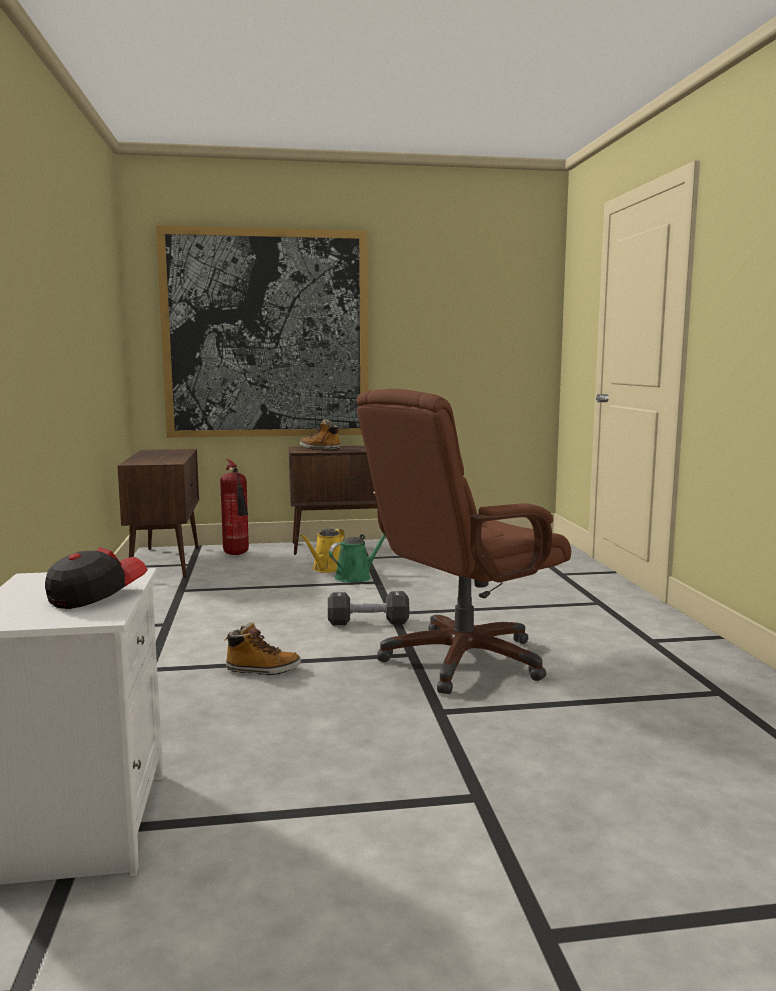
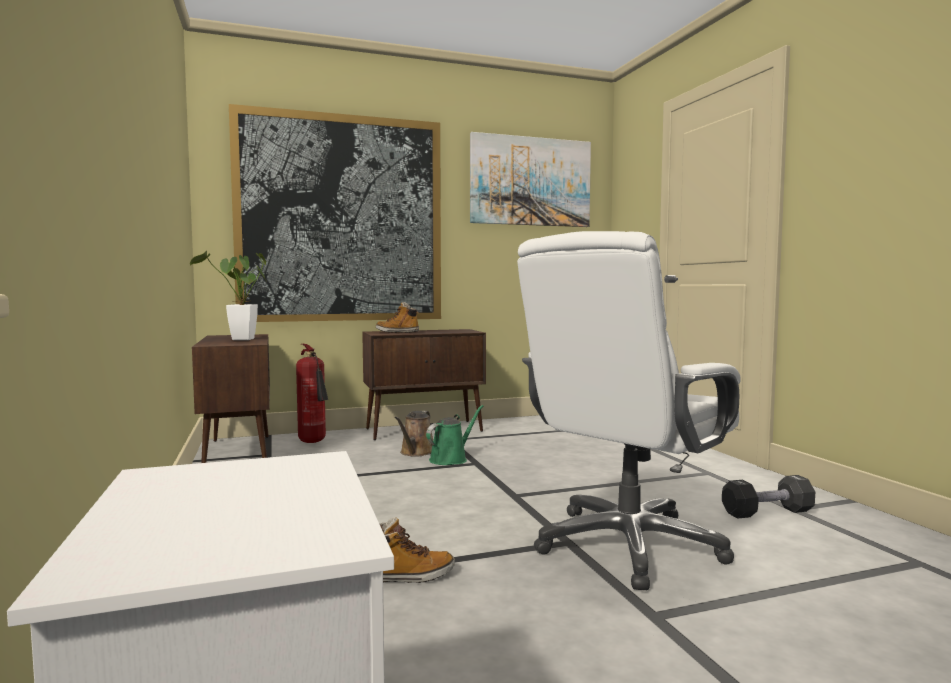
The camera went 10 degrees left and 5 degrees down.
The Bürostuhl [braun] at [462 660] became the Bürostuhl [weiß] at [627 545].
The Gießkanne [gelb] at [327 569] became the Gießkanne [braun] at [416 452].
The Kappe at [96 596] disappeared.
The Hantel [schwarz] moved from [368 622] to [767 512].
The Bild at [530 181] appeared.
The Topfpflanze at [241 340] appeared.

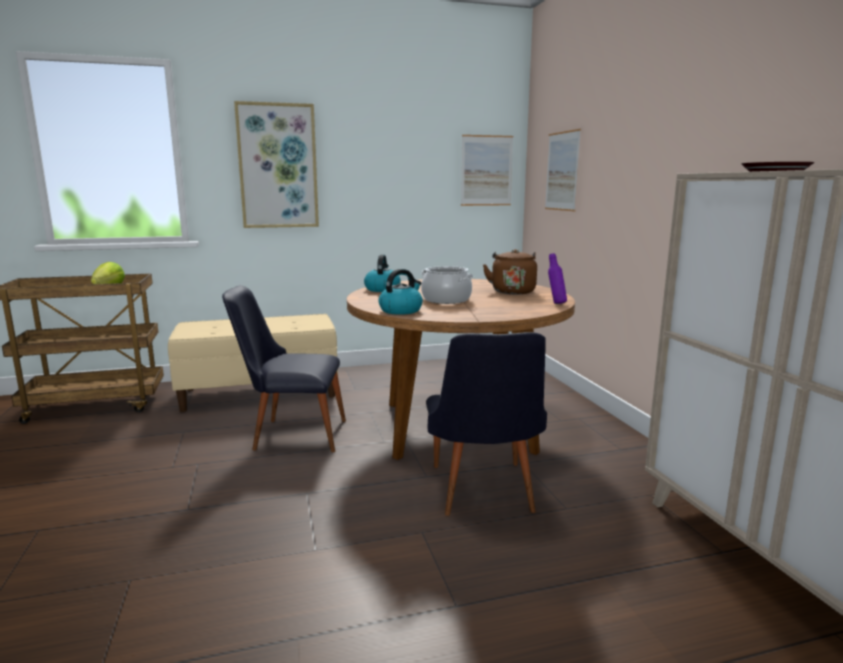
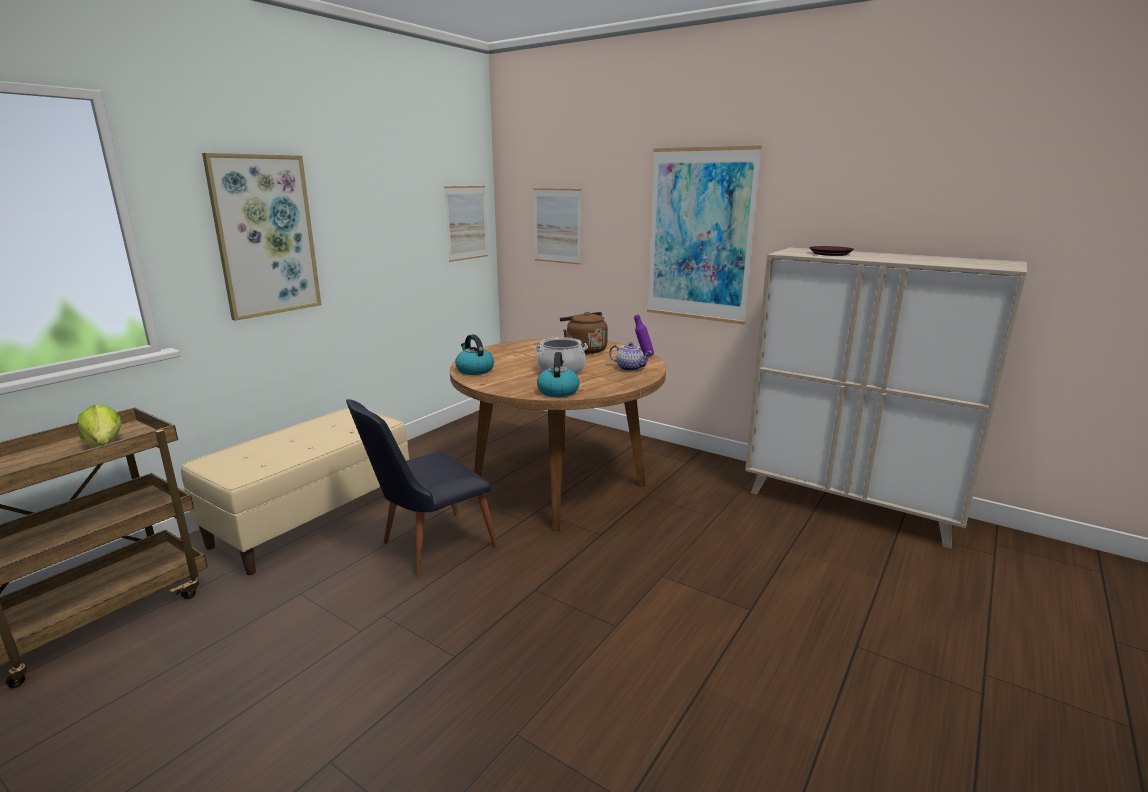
The camera went 40 degrees left and 5 degrees up.
The Stuhl [schwarz] at [482 494] disappeared.
The Bild at [700 236] appeared.
The Teekanne at [630 368] appeared.

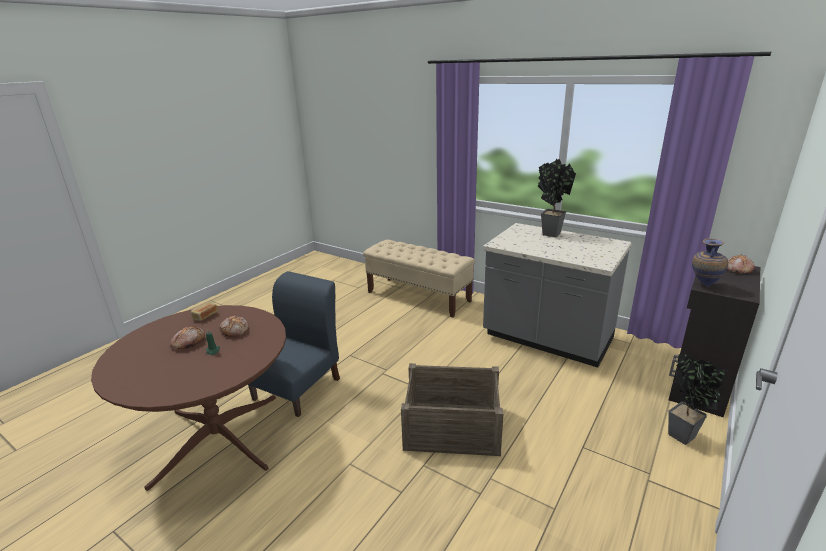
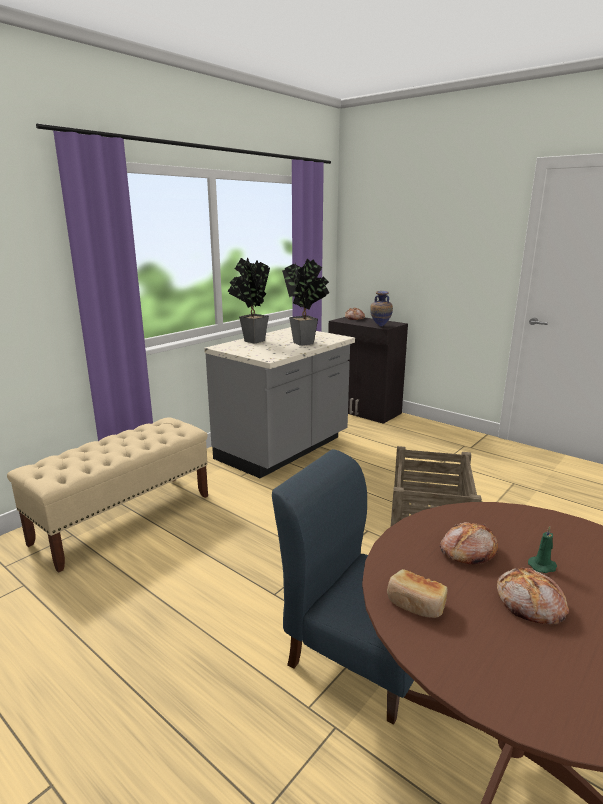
The camera went 85 degrees left and 5 degrees down.
The Topfpflanze moved from [683 439] to [307 343].

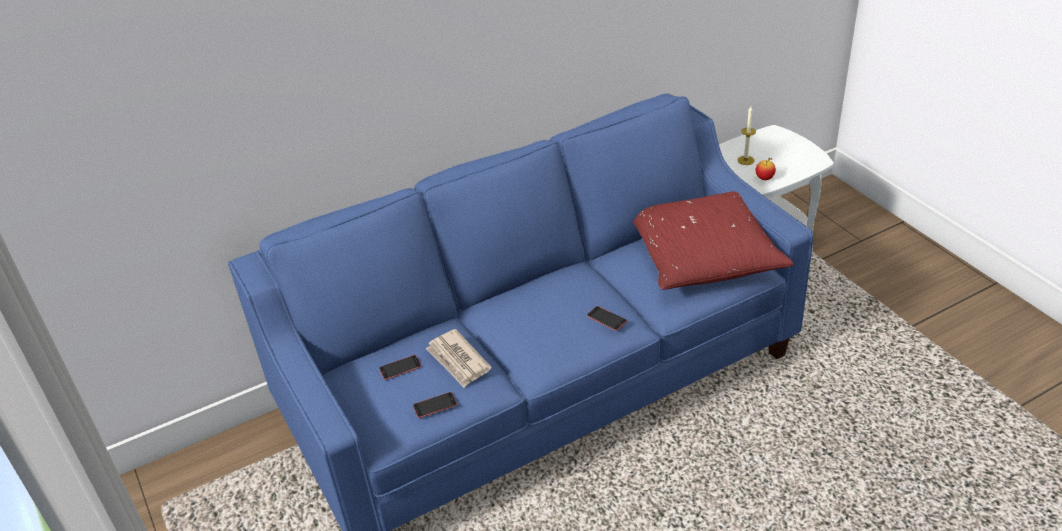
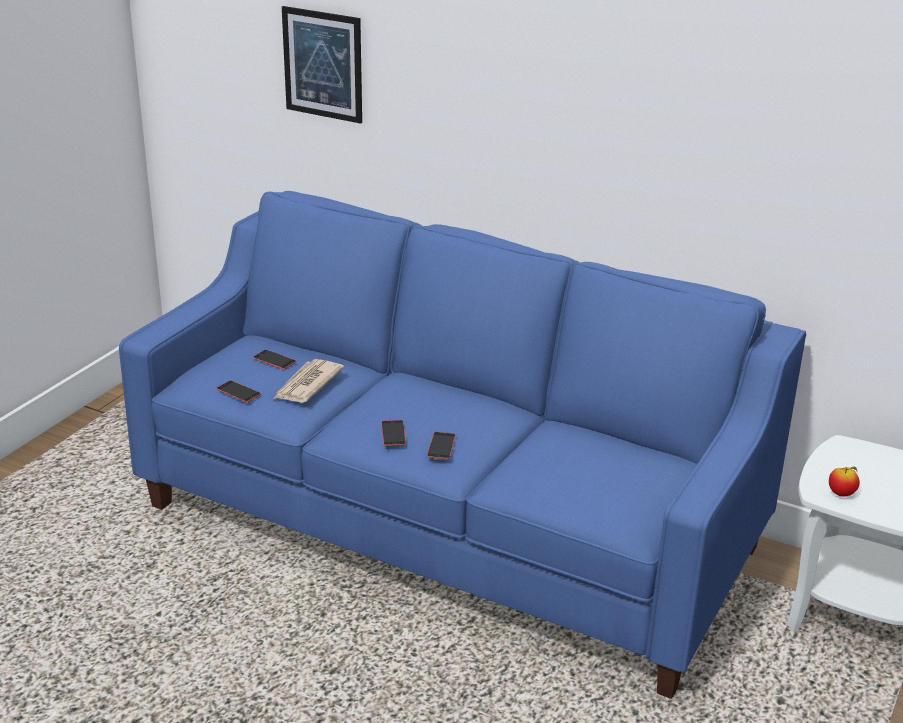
The camera went 55 degrees right and 10 degrees down.
The Kerze at [746 160] disappeared.
The Kissen [rot] at [703 255] disappeared.
The Bild at [322 64] appeared.
The Handy at [393 433] appeared.

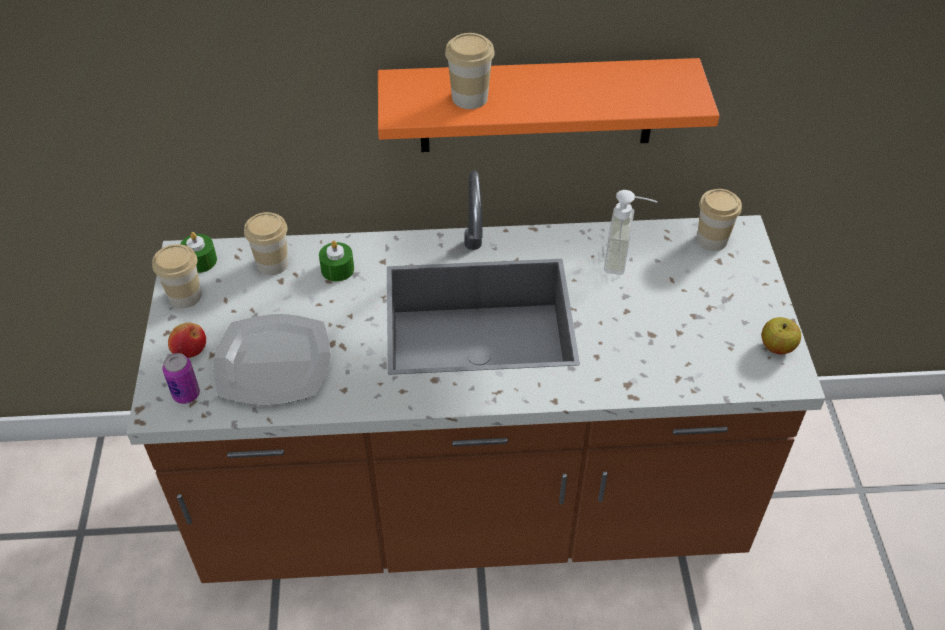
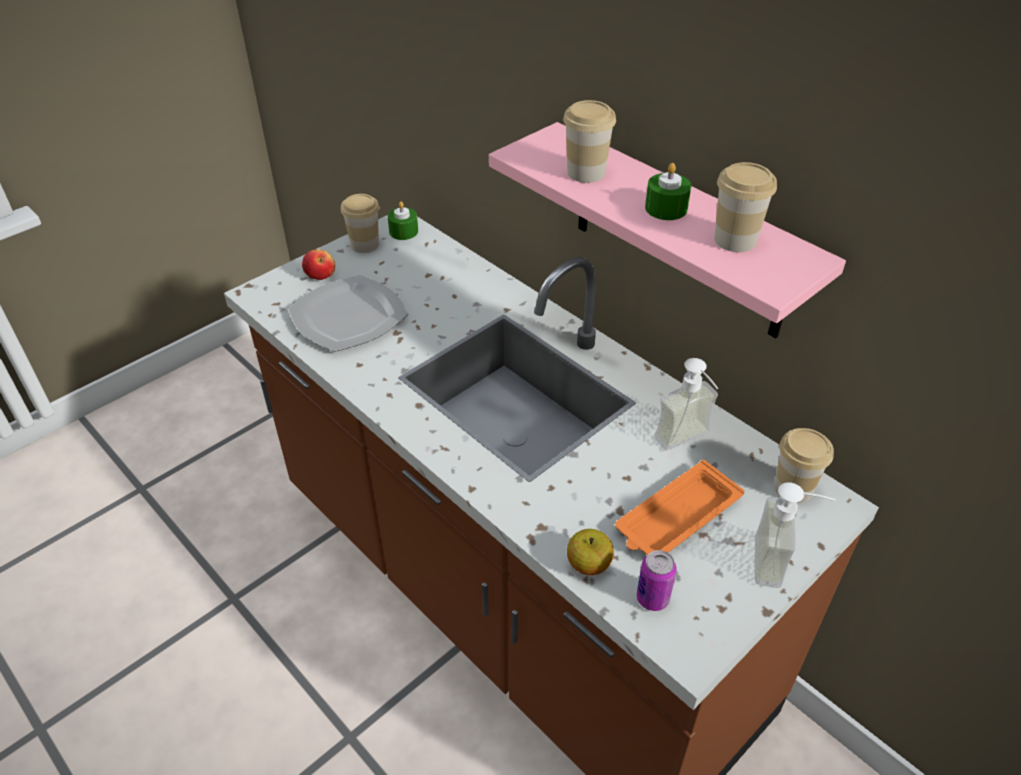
The camera went 50 degrees right and 5 degrees down.
The Wandregal [orange] at [537 105] became the Wandregal [rosa] at [679 232].
The Tasse moved from [272 264] to [735 240].
The Kerze [grün] moved from [337 269] to [666 208].
The Apfel moved from [777 347] to [588 564].
The Dose moved from [186 394] to [652 598].
The Tablett [orange] at [676 517] appeared.
The Seifenspender at [781 563] appeared.

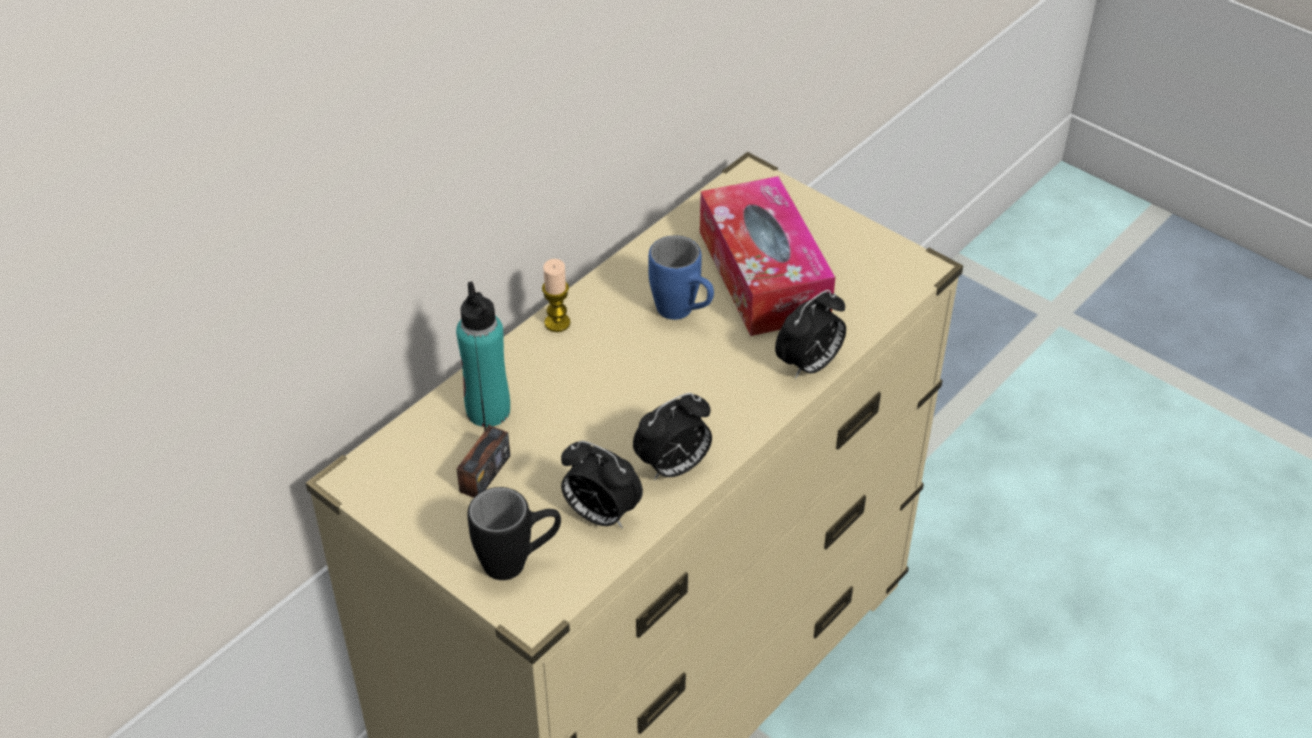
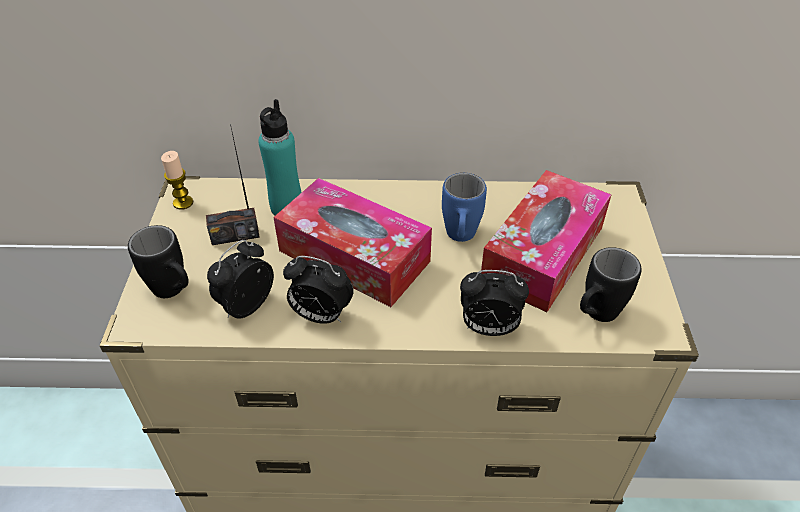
The camera went 50 degrees right and 0 degrees up.
The Kerze moved from [557 323] to [183 203].
The Wecker at [600 515] turned 45 degrees clockwise.
The Taschentuchbox at [354 256] appeared.
The Henkelbecher [schwarz] at [595 316] appeared.

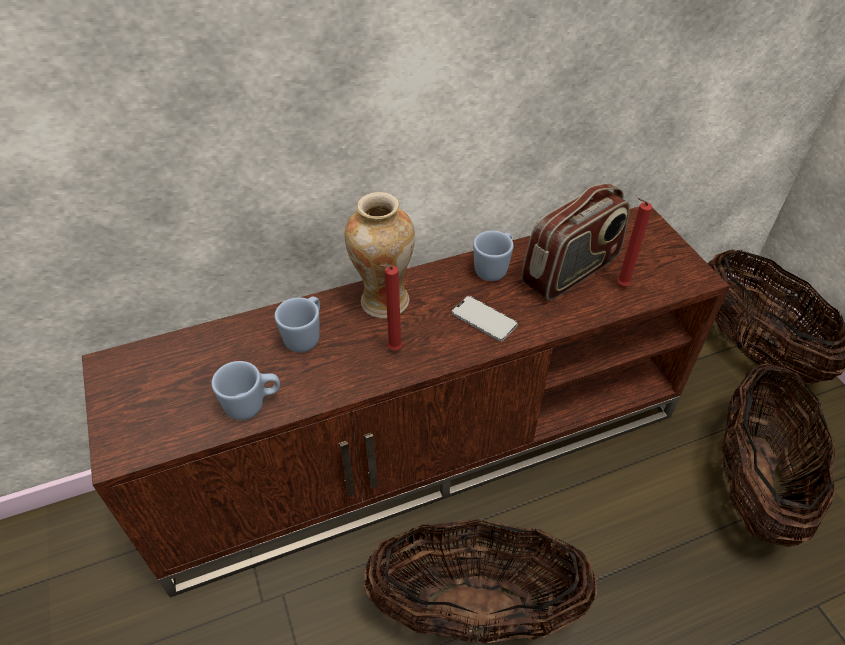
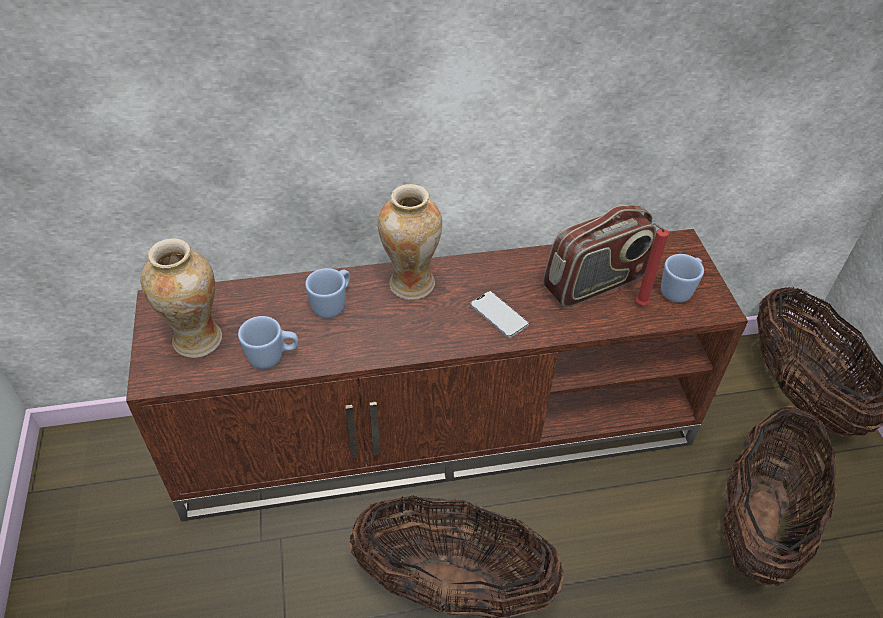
The camera went 10 degrees right and 0 degrees up.
The Henkelbecher [blau] moved from [494 268] to [679 290].
The Kerze [rot] at [392 350] disappeared.
The Vase at [197 340] appeared.

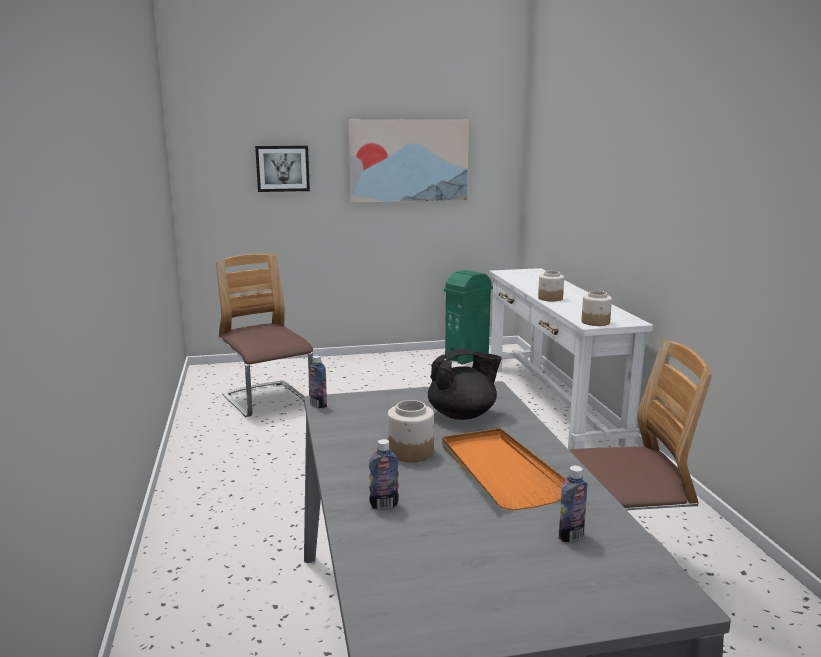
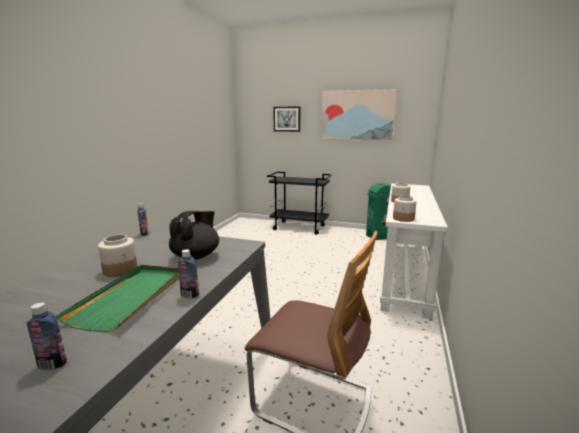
The camera went 30 degrees right and 0 degrees up.
The Stuhl at [267 401] disappeared.
The Teekanne [schwarz] at [463 415] turned 75 degrees counterclockwise.
The Tablett [orange] at [500 471] became the Tablett [grün] at [131 297].
The Flasche moved from [384 505] to [190 295].
The Rollwagen [schwarz] at [299 228] appeared.

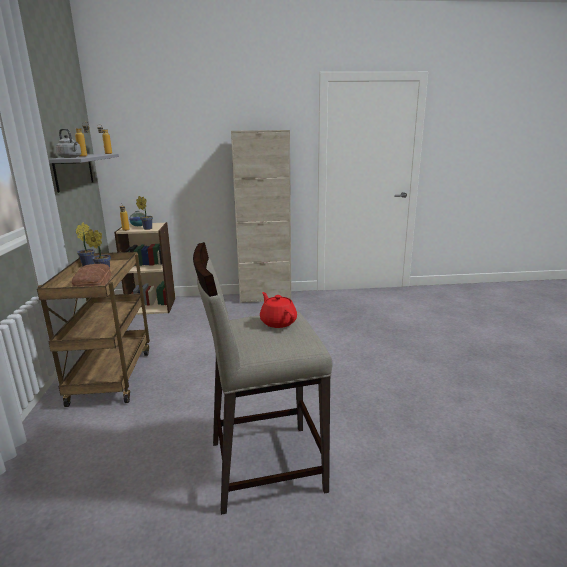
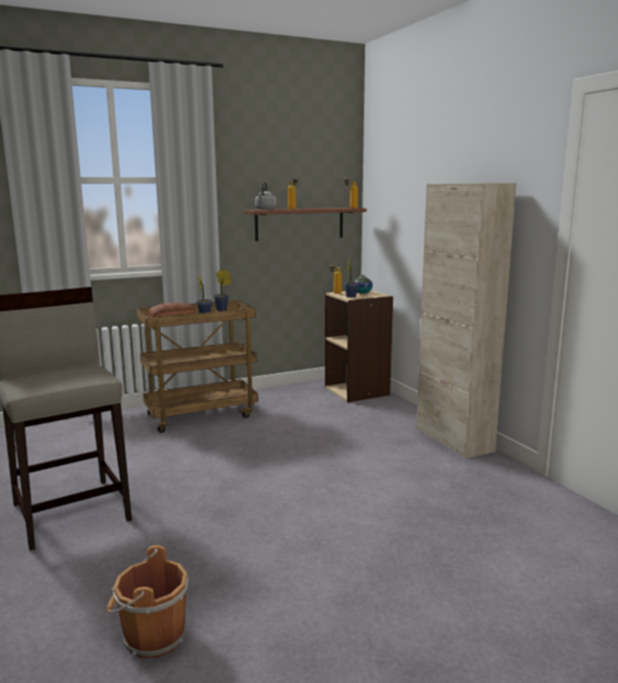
The camera went 70 degrees right and 5 degrees down.
The Wandregal [grau] at [74 171] became the Wandregal [braun] at [300 224].
The Teekanne [rot] at [278 322] disappeared.
The Eimer [braun] at [151 637] appeared.

